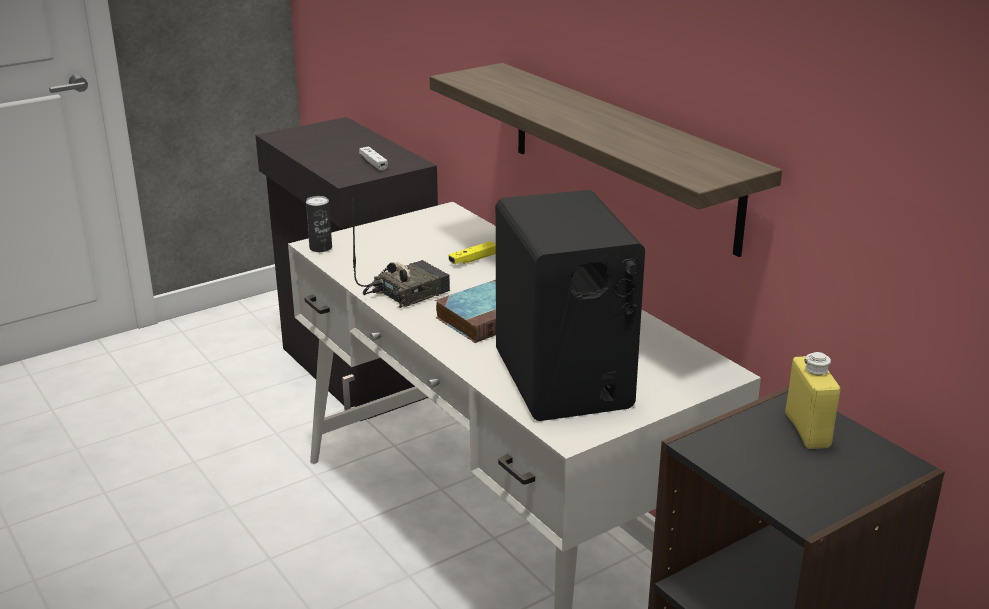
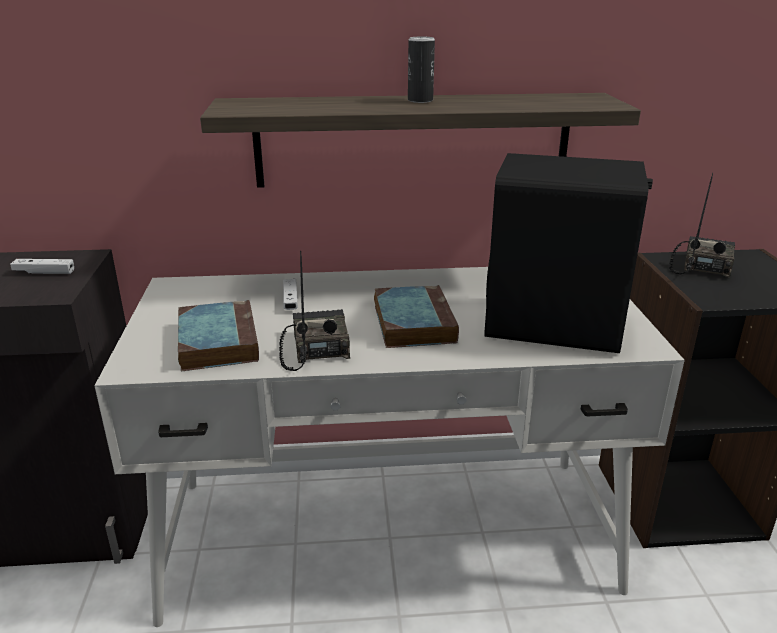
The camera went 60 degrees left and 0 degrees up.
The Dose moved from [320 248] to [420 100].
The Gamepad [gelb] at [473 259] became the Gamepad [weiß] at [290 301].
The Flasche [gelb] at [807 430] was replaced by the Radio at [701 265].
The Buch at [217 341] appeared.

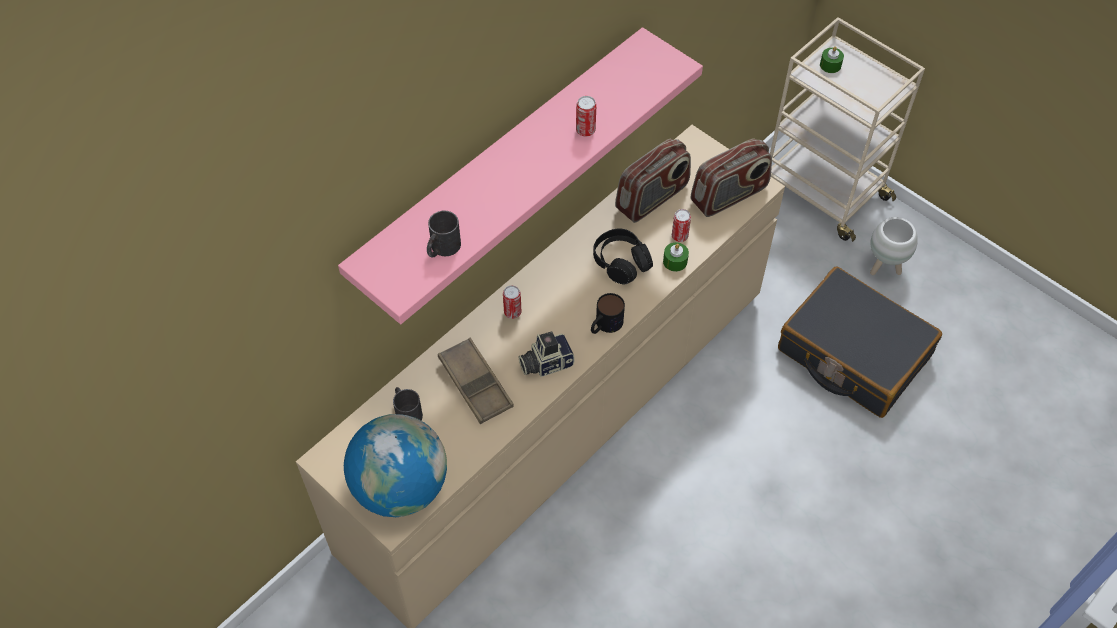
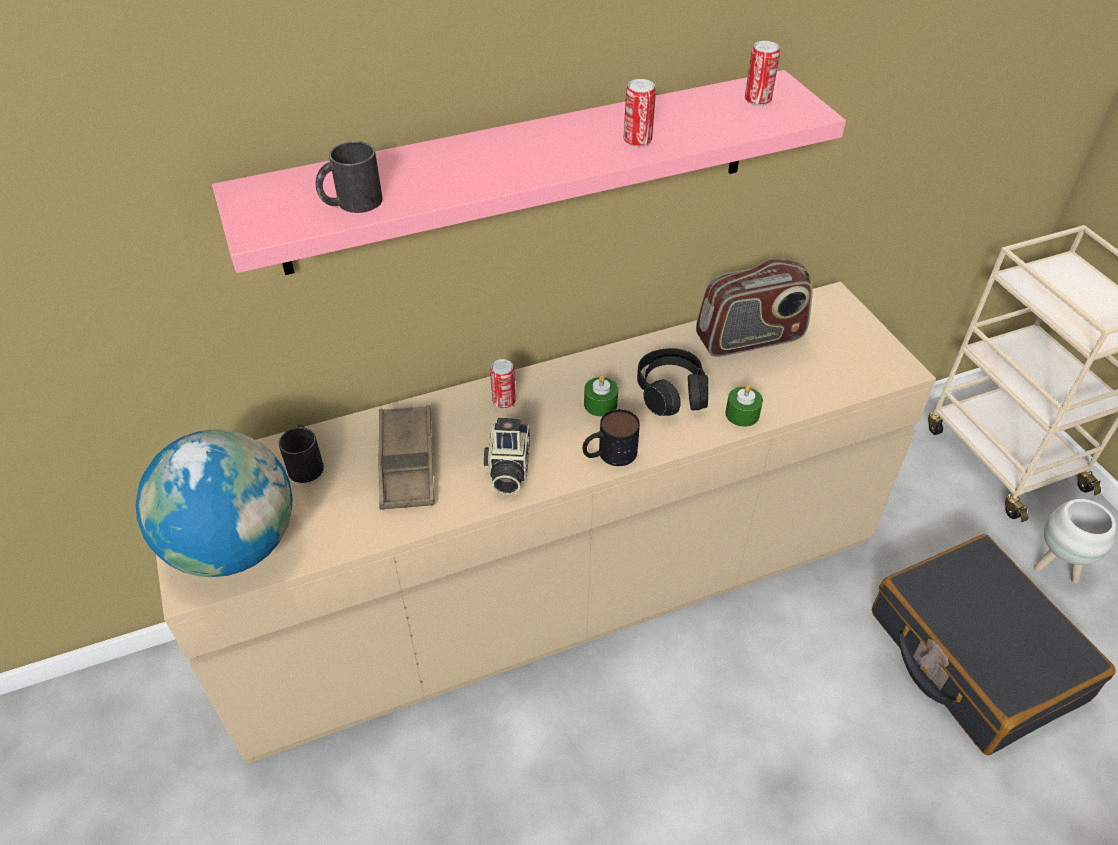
The camera went 25 degrees right and 10 degrees down.
The Kerze [grün] moved from [830 65] to [600 404].
The Radio at [729 195] disappeared.
The Dose moved from [679 236] to [757 100].
The Kamera at [545 362] turned 90 degrees counterclockwise.

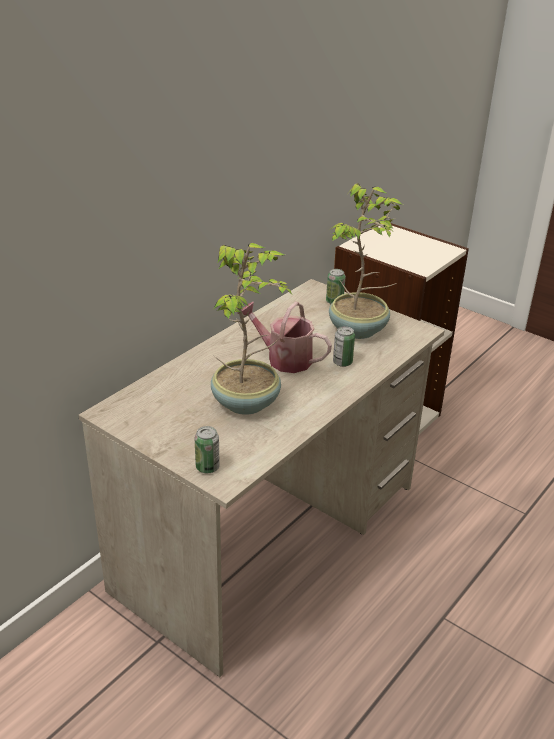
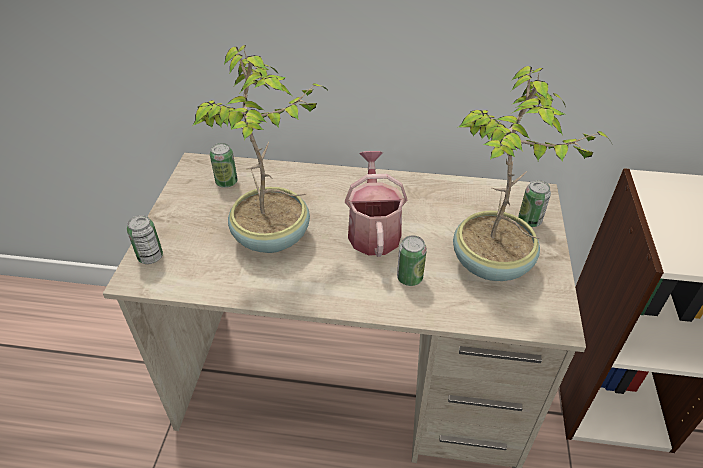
The camera went 60 degrees right and 10 degrees up.
The Dose at [226 182] appeared.

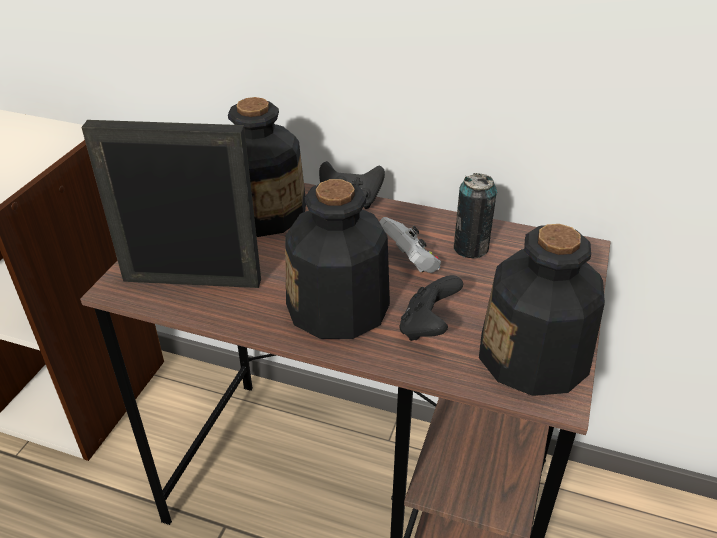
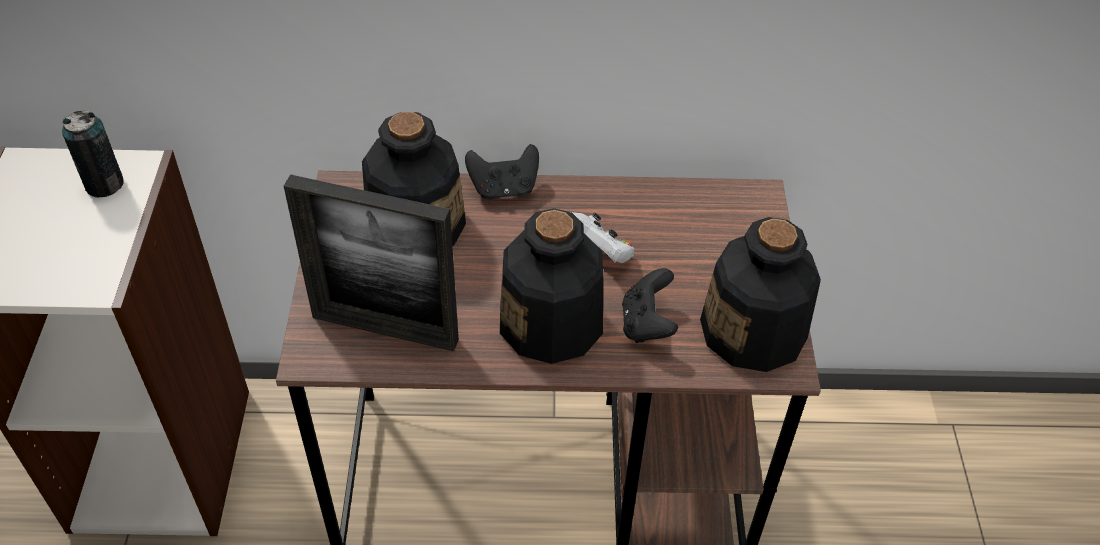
The camera went 20 degrees left and 10 degrees up.
The Bilderrahmen at [192 280] turned 150 degrees counterclockwise.
The Dose moved from [471 248] to [104 184].

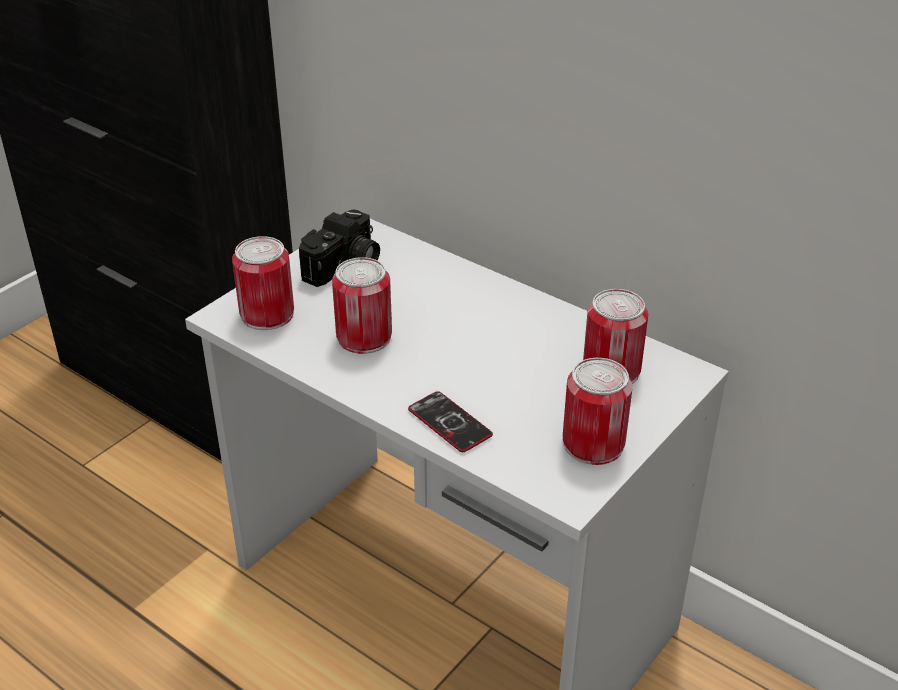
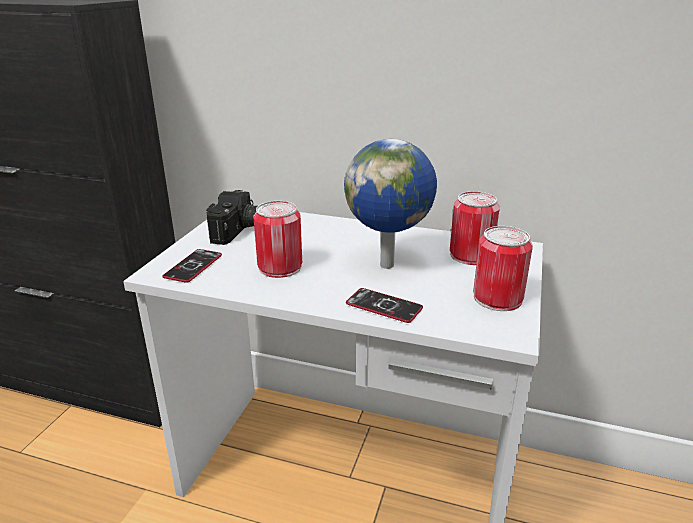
The camera went 20 degrees left and 10 degrees down.
The Dose at [267 314] was replaced by the Handy at [193 266].
The Globus at [389 265] appeared.

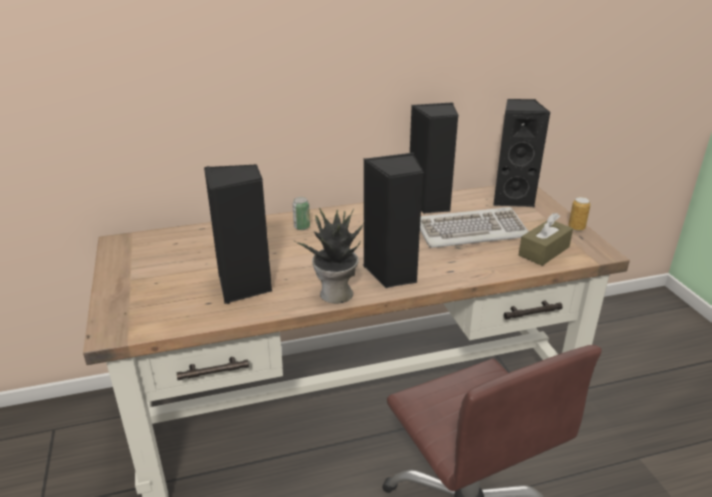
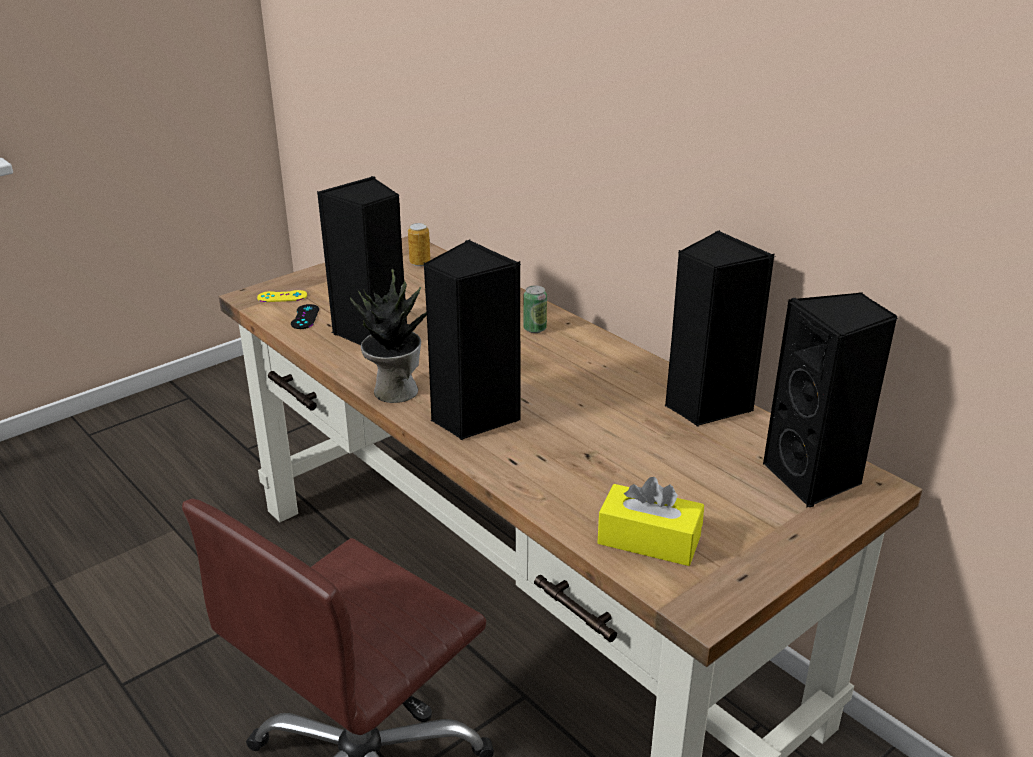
The camera went 65 degrees right and 0 degrees up.
The Dose moved from [576 228] to [420 263].
The Tastatur at [471 231] disappeared.
The Taschentuchbox [braun] at [544 251] became the Taschentuchbox [gelb] at [649 540].
The Gamepad [gelb] at [282 296] appeared.
The Gamepad [schwarz] at [305 317] appeared.

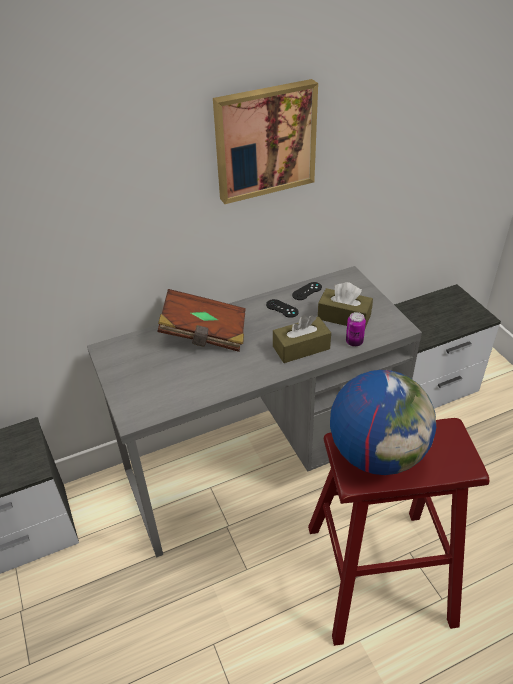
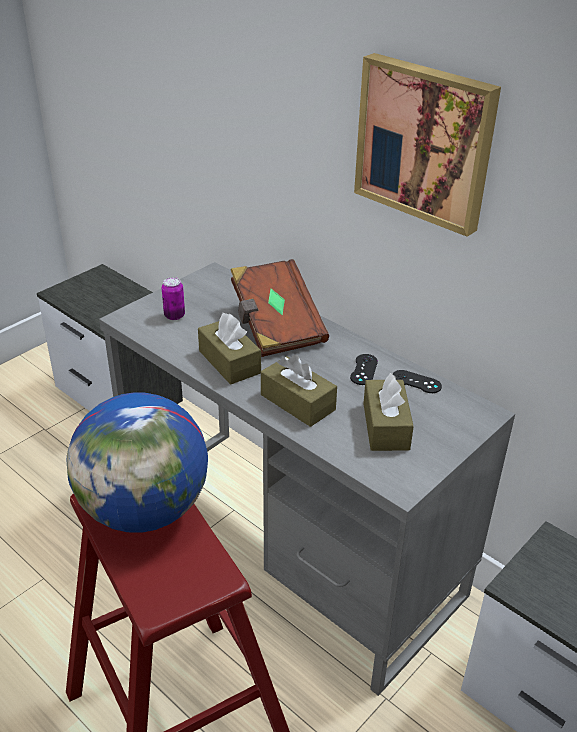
The camera went 65 degrees right and 5 degrees down.
The Dose moved from [354 342] to [174 316].
The Taschentuchbox [braun] at [229 362] appeared.

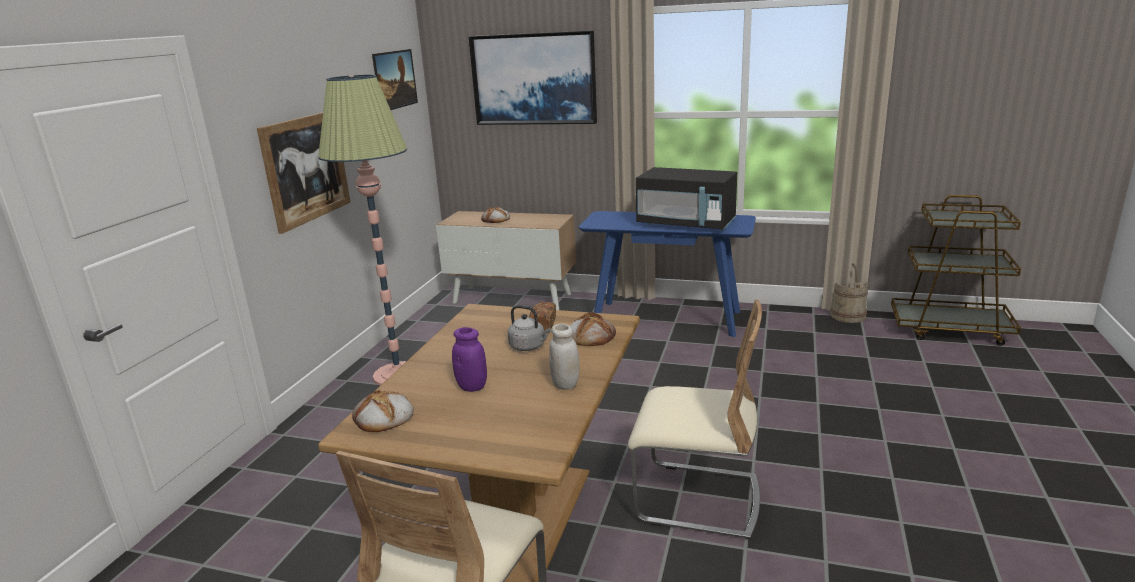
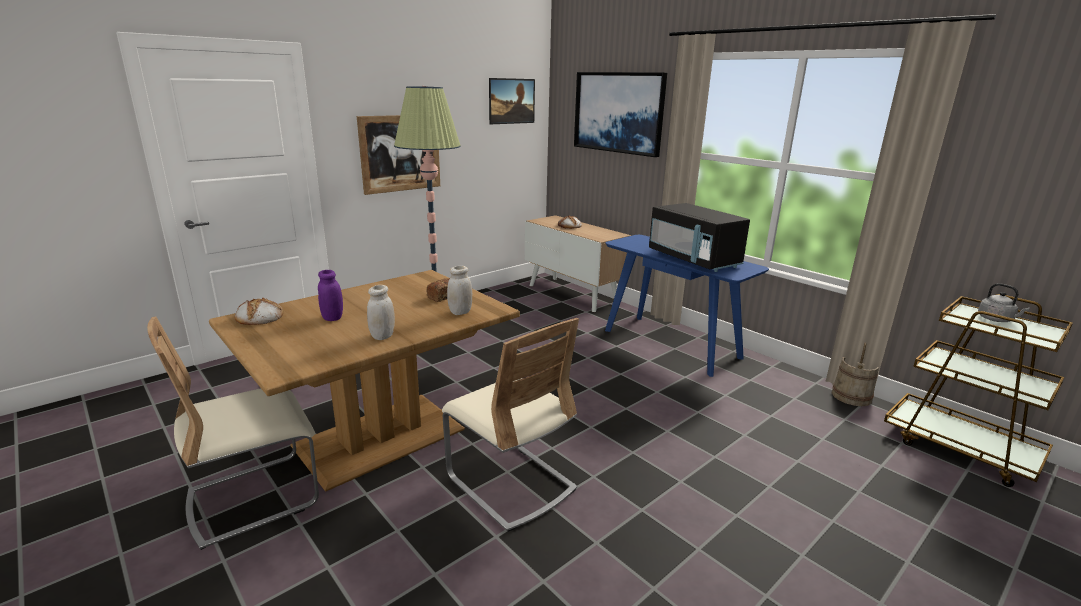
The camera went 30 degrees right and 0 degrees up.
The Wasserkessel [grau] moved from [529 347] to [996 320].
The Brot at [590 335] was replaced by the Vorratsglas [weiß] at [460 312].

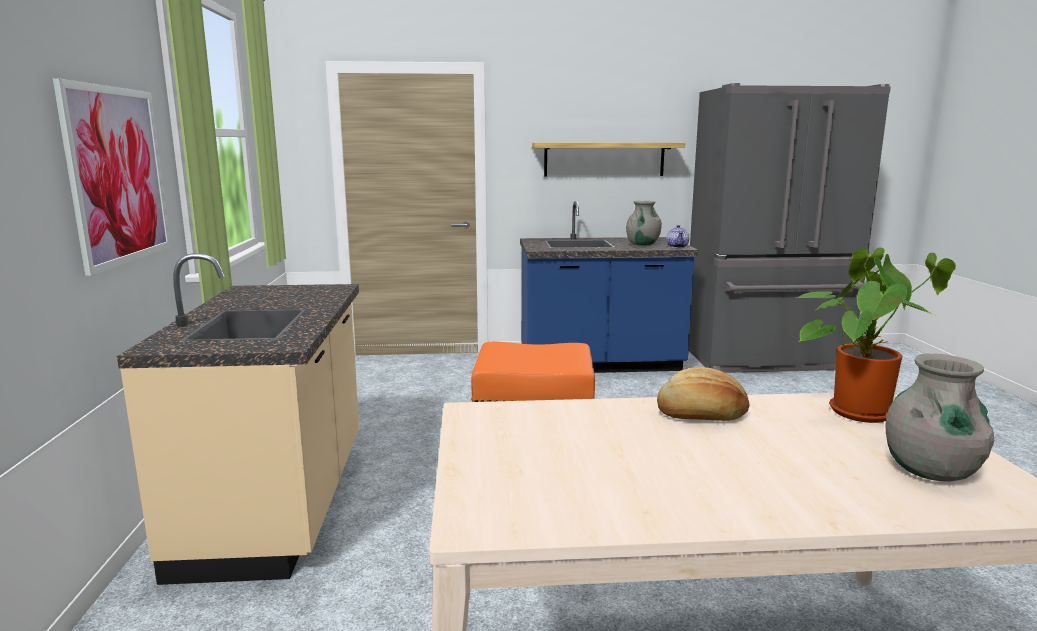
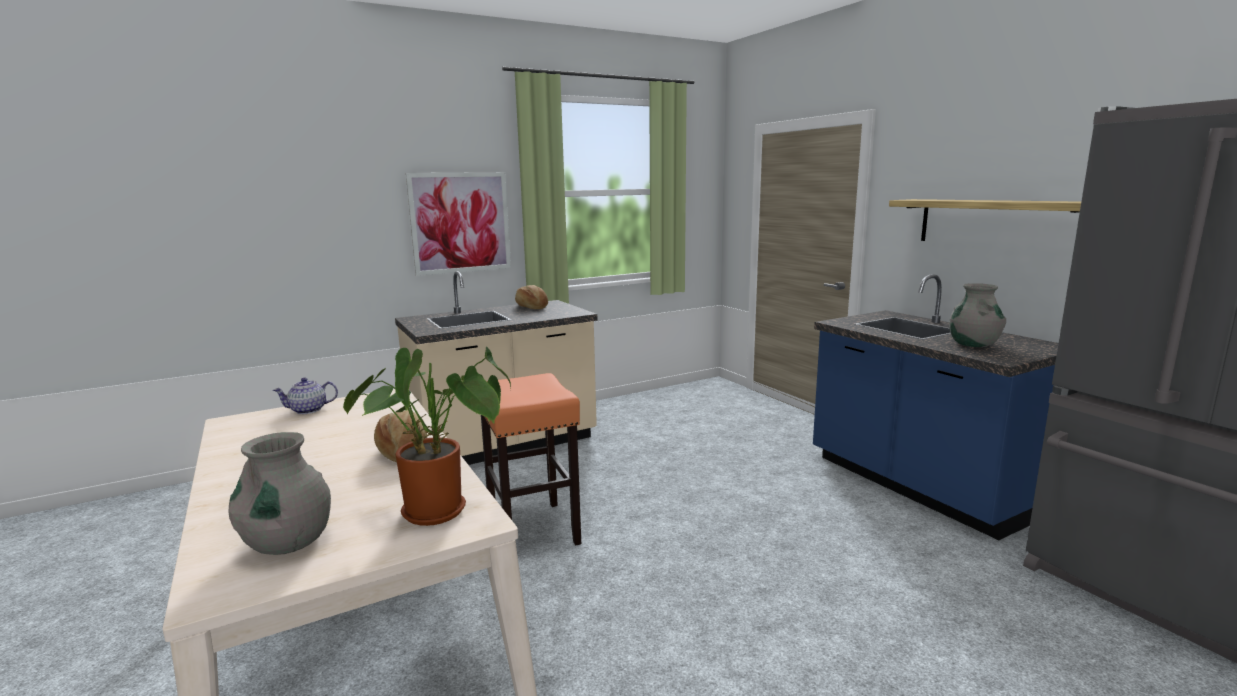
The camera went 65 degrees right and 0 degrees up.
The Teekanne moved from [677 246] to [309 410].
The Brot at [531 307] appeared.

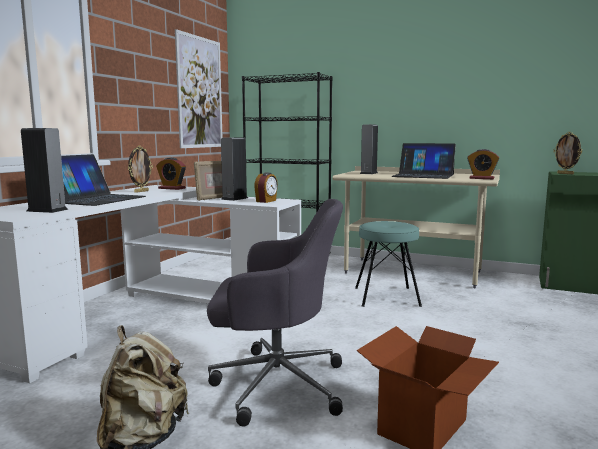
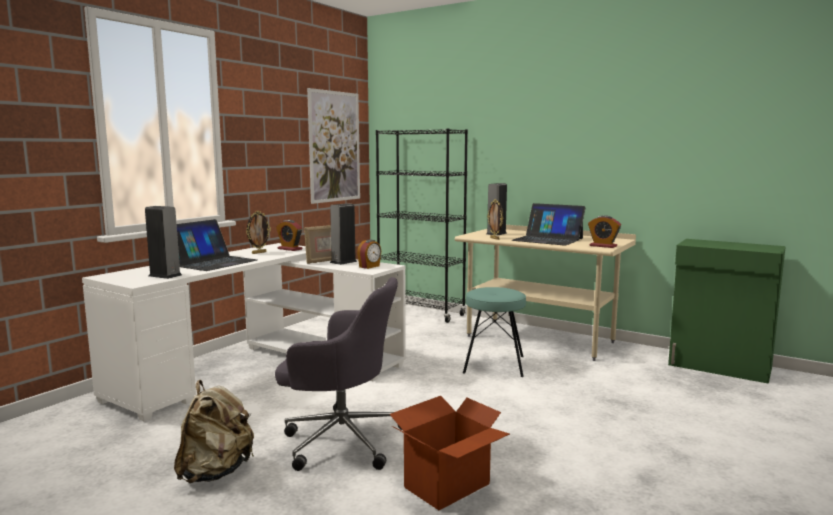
The camera went 10 degrees right and 0 degrees up.
The Bilderrahmen moved from [565 173] to [495 238].

